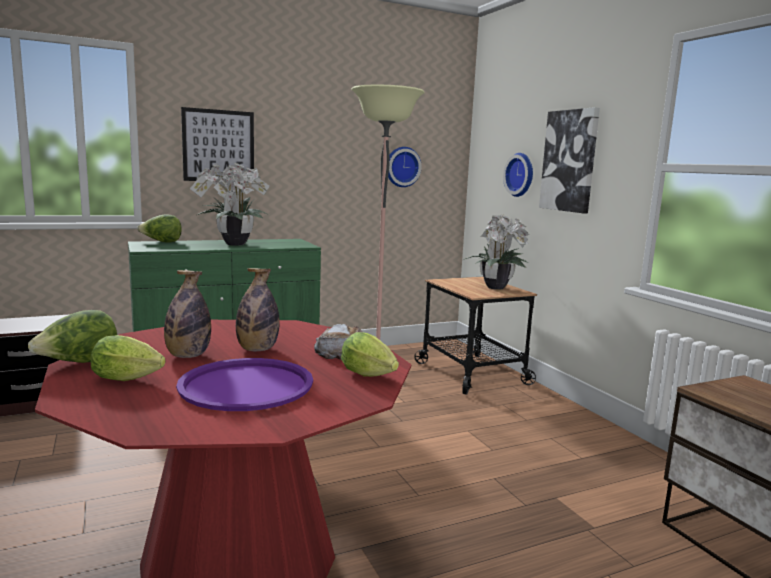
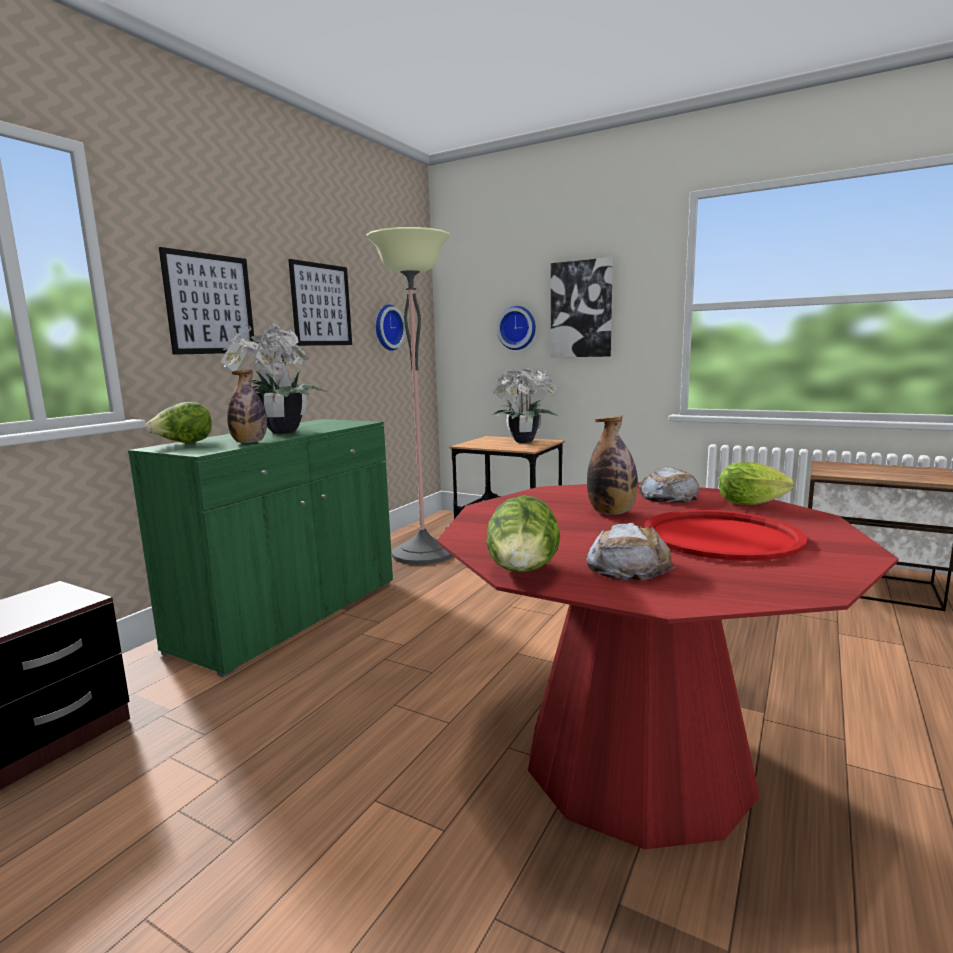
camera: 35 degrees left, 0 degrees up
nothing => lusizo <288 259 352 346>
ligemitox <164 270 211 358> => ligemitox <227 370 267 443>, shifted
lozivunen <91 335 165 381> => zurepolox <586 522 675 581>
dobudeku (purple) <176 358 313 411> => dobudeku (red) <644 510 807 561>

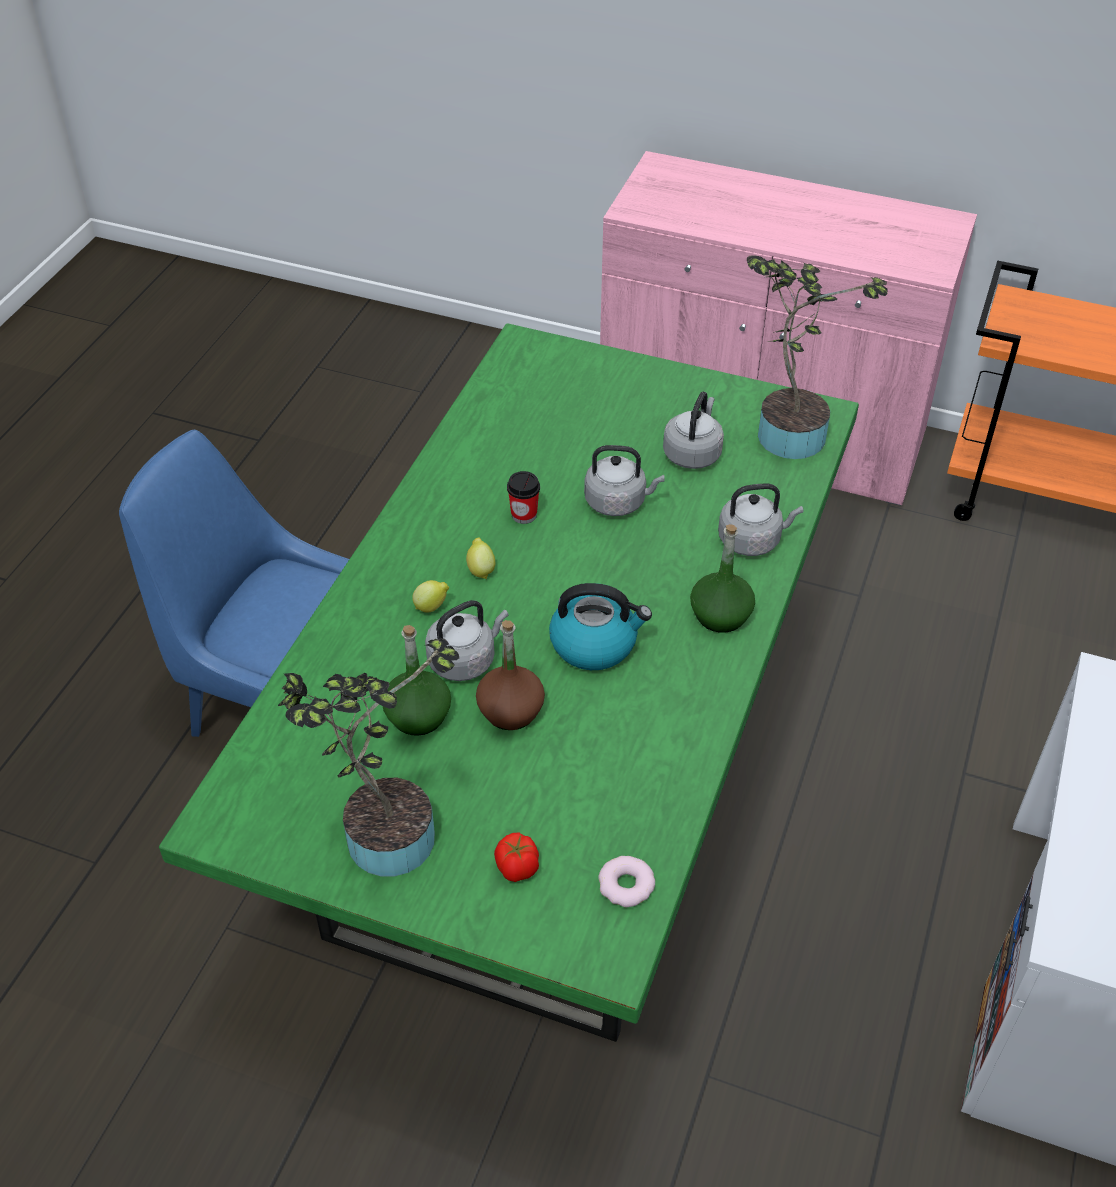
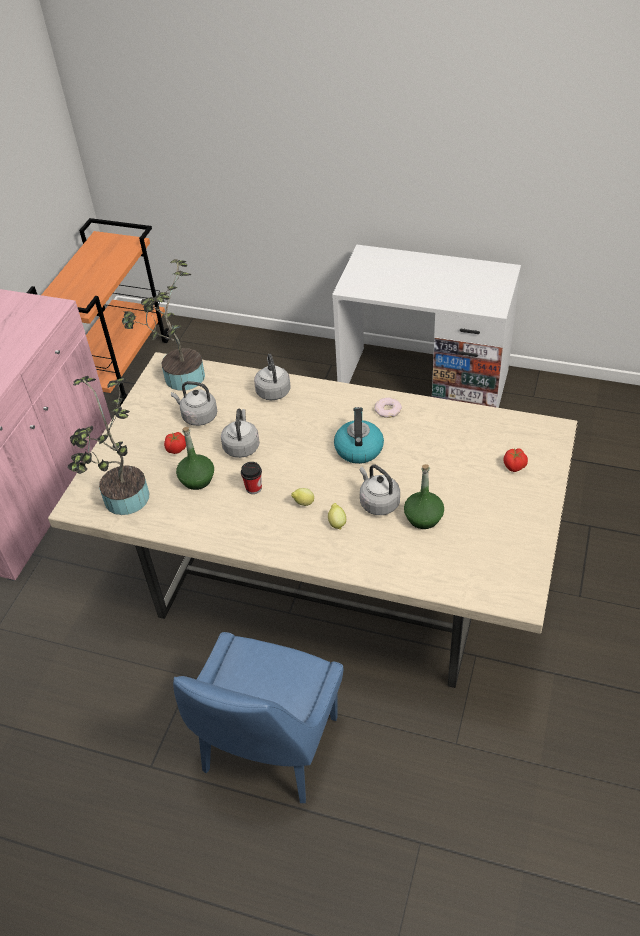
camera: 90 degrees left, 0 degrees up
ligemitox (brown) <476 620 545 730> => nothing
nothing => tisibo <164 432 186 454>
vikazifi <278 638 459 876> => vikazifi <68 376 149 515>, shifted
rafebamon <598 856 655 907> => rafebamon <374 397 402 418>, shifted
ligemitox (green) <690 524 755 633> => ligemitox (green) <176 427 214 490>, shifted
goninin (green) <159 323 859 1042> => goninin (beige) <48 352 578 688>

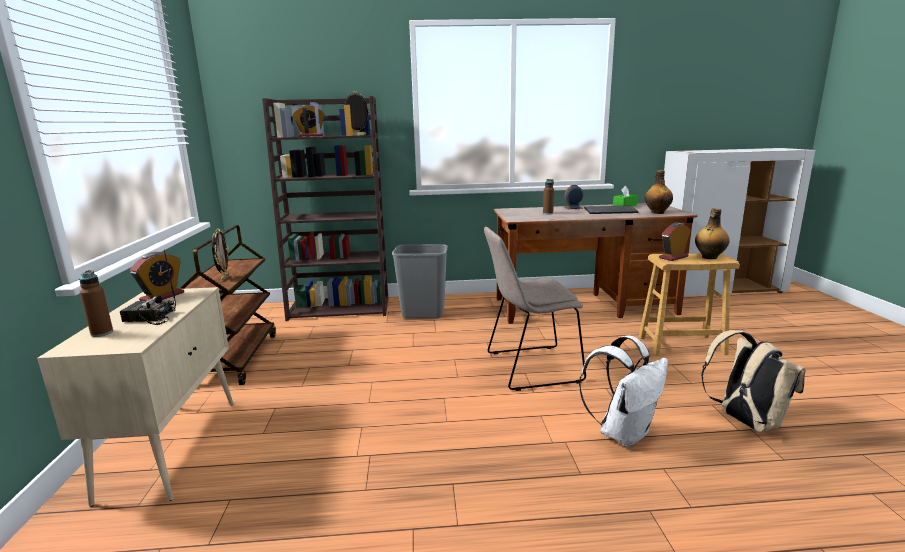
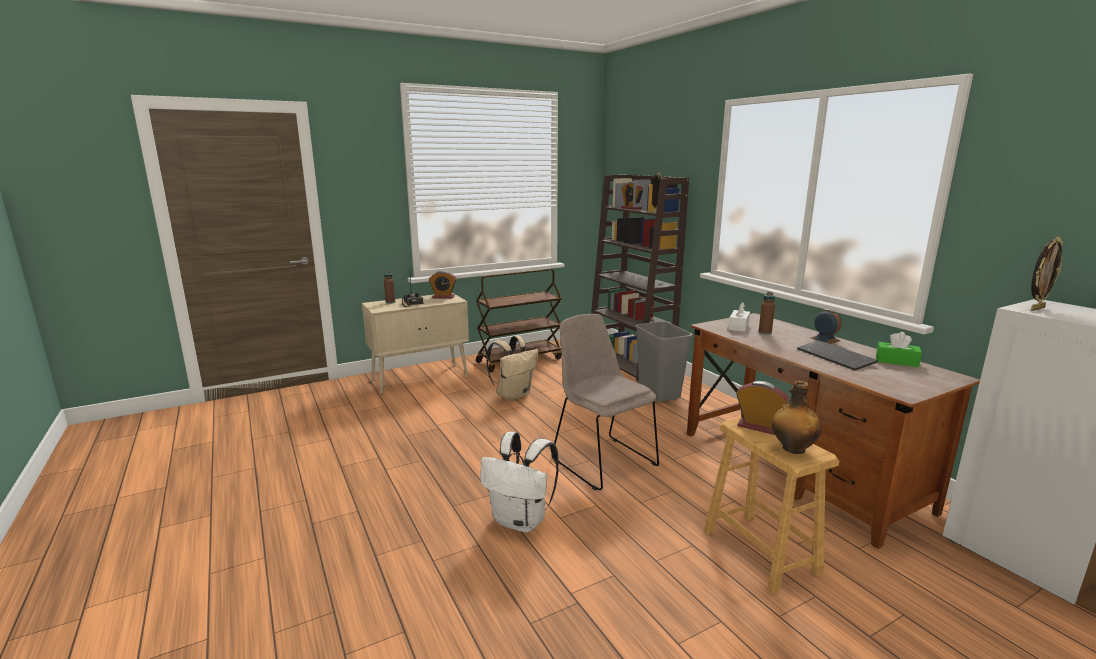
camera: 65 degrees right, 0 degrees up
ligemitox <645 170 673 214> => nothing
nothing => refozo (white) <728 302 750 332>
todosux <212 228 229 282> => todosux <1031 237 1063 311>, shifted
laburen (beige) <701 330 805 432> => laburen (beige) <487 335 539 401>, shifted

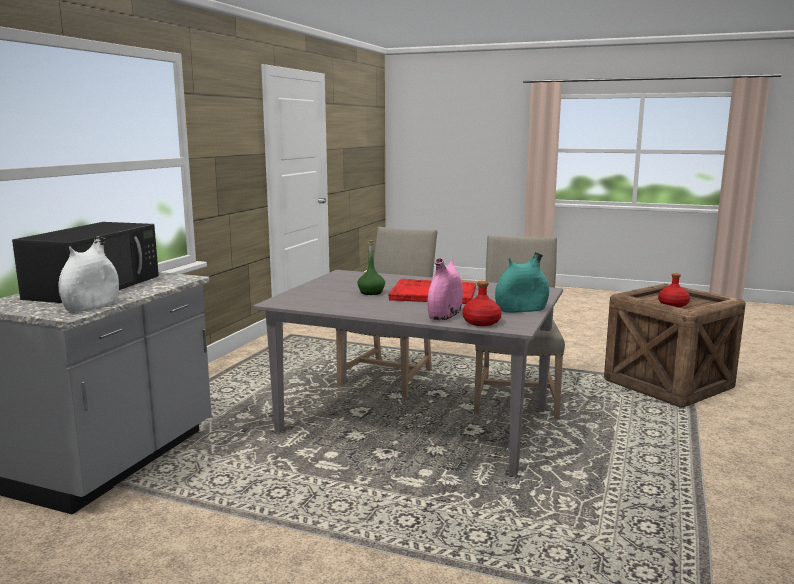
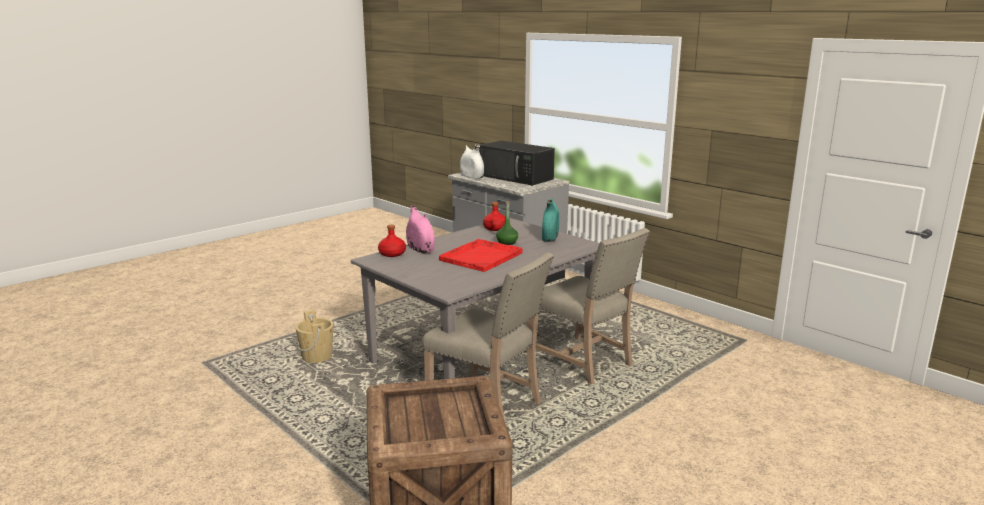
camera: 115 degrees right, 5 degrees up
nothing => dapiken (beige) <295 310 333 363>
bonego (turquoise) <495 252 549 313> => bonego (turquoise) <542 198 559 242>, shifted
ligemitox (red) <658 273 690 307> => ligemitox (red) <483 202 505 231>, shifted

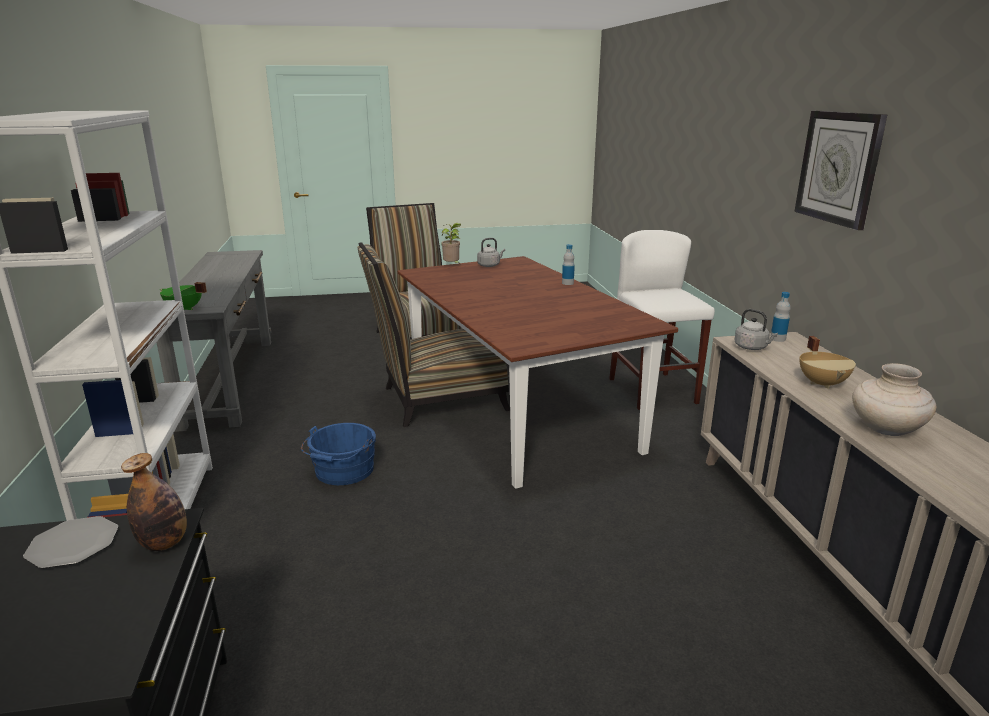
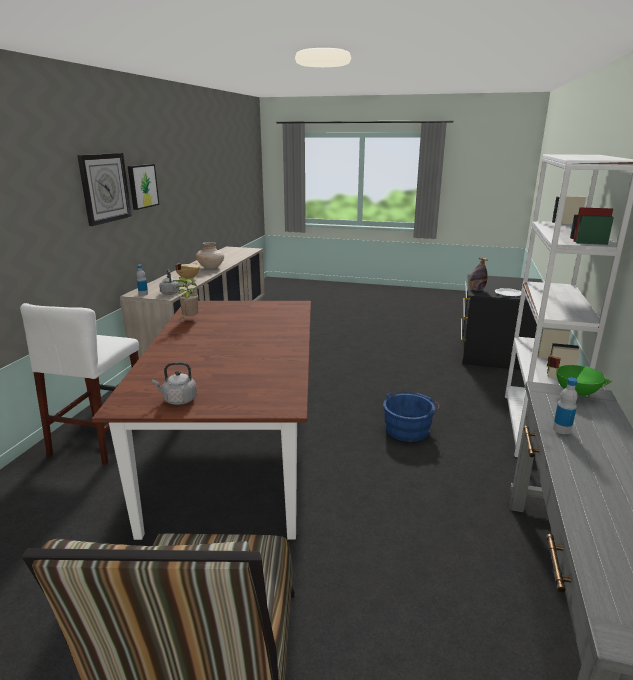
camera: 155 degrees left, 0 degrees up
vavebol <357 242 510 427> => nothing
nothing => lusizo <128 164 159 210>
vikazifi <442 223 461 263> => vikazifi <173 277 199 319>, shifted
ligemitox <562 244 575 285> => ligemitox <553 378 578 434>, shifted

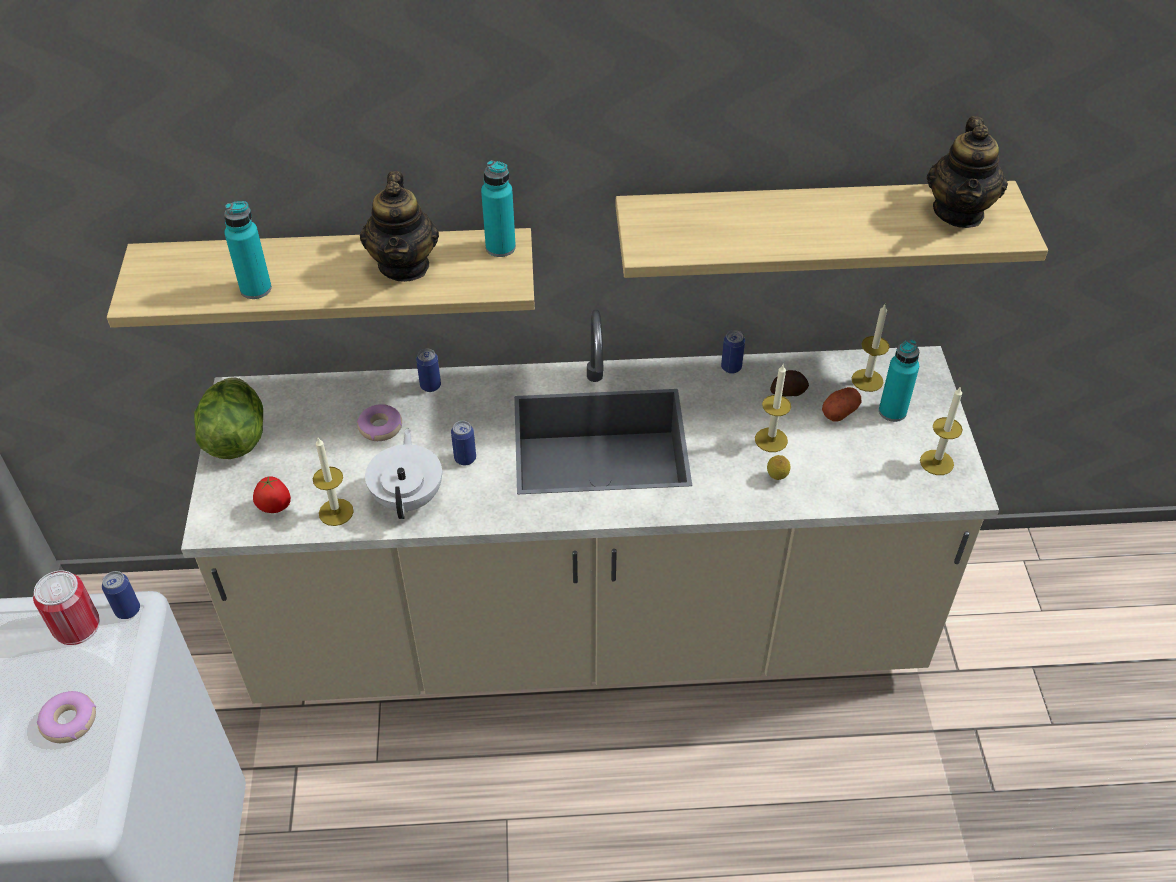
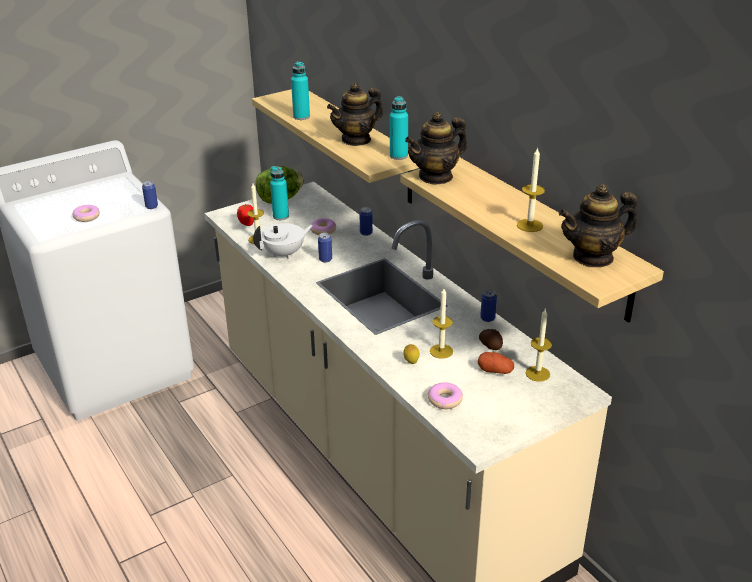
camera: 60 degrees right, 15 degrees down
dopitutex <33 570 100 645> => nothing
nothing => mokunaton <405 112 467 185>
nothing => rafebamon <428 382 463 409>
ligemitox (turquoise) <879 340 919 422> => ligemitox (turquoise) <270 166 289 220>, shifted
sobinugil <920 386 963 475> => sobinugil <517 147 545 232>, shifted

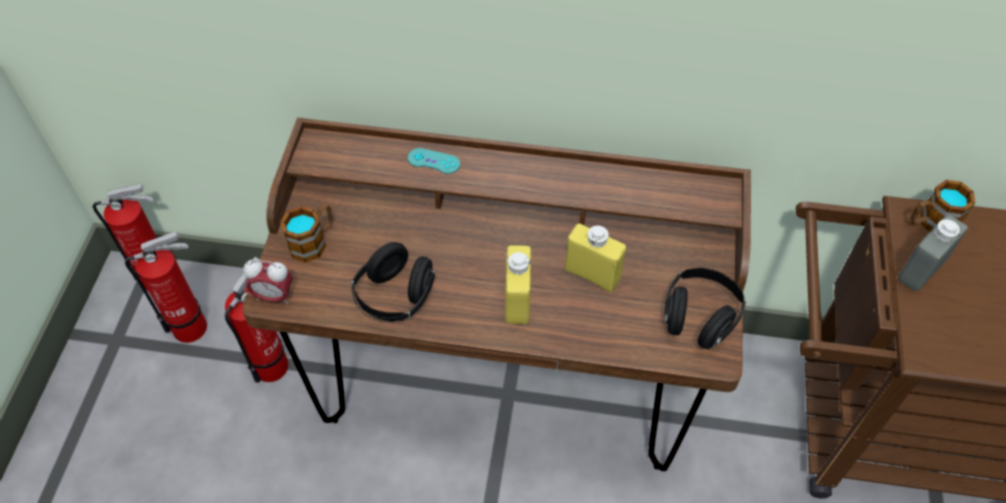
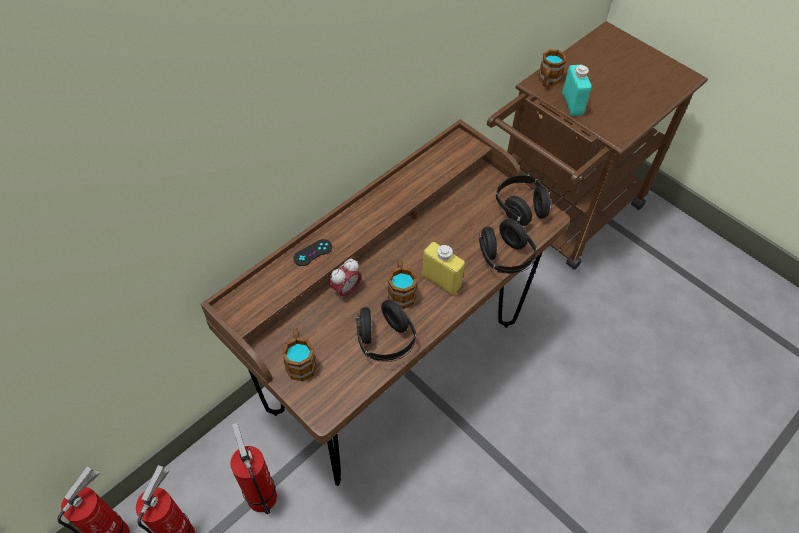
camera: 55 degrees left, 0 degrees up
ligemitox (yellow) <565 223 626 292> => nothing
nothing => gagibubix <388 259 418 309>
nothing => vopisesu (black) <479 219 537 274>
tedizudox <243 260 292 304> => tedizudox <329 259 362 300>, shifted
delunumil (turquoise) <408 148 460 174> => delunumil (black) <294 239 332 266>
ligemitox (grey) <898 215 968 291> => ligemitox (turquoise) <562 65 592 116>

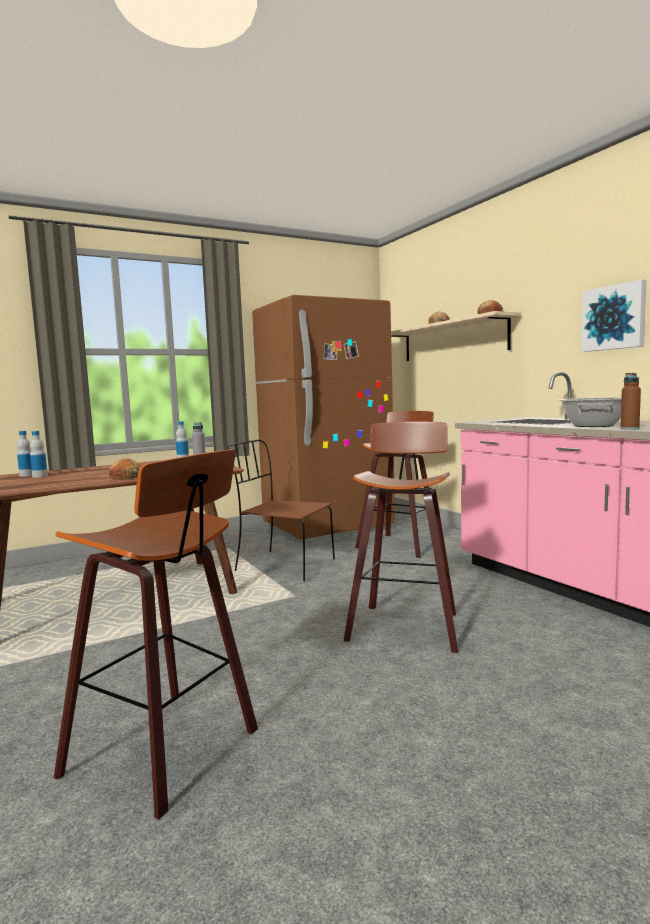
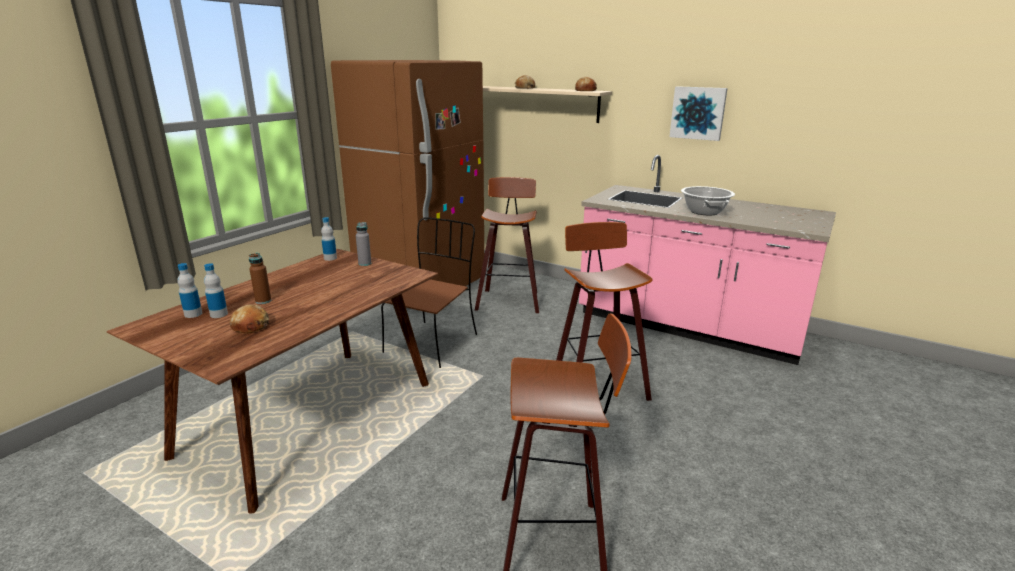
camera: 30 degrees left, 15 degrees up
zurepolox <109 458 140 480> => zurepolox <230 304 269 334>, shifted
ligemitox (brown) <620 373 641 430> => ligemitox (brown) <249 253 271 304>, shifted
vavebol (brown) <228 440 335 581> => vavebol (brown) <381 217 477 368>, 120 degrees clockwise

